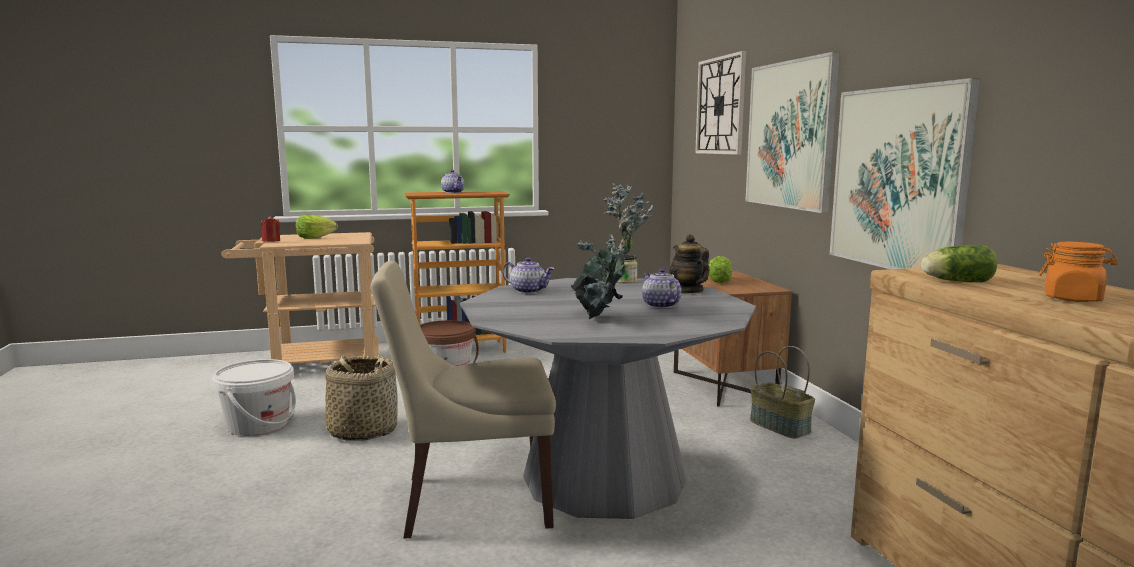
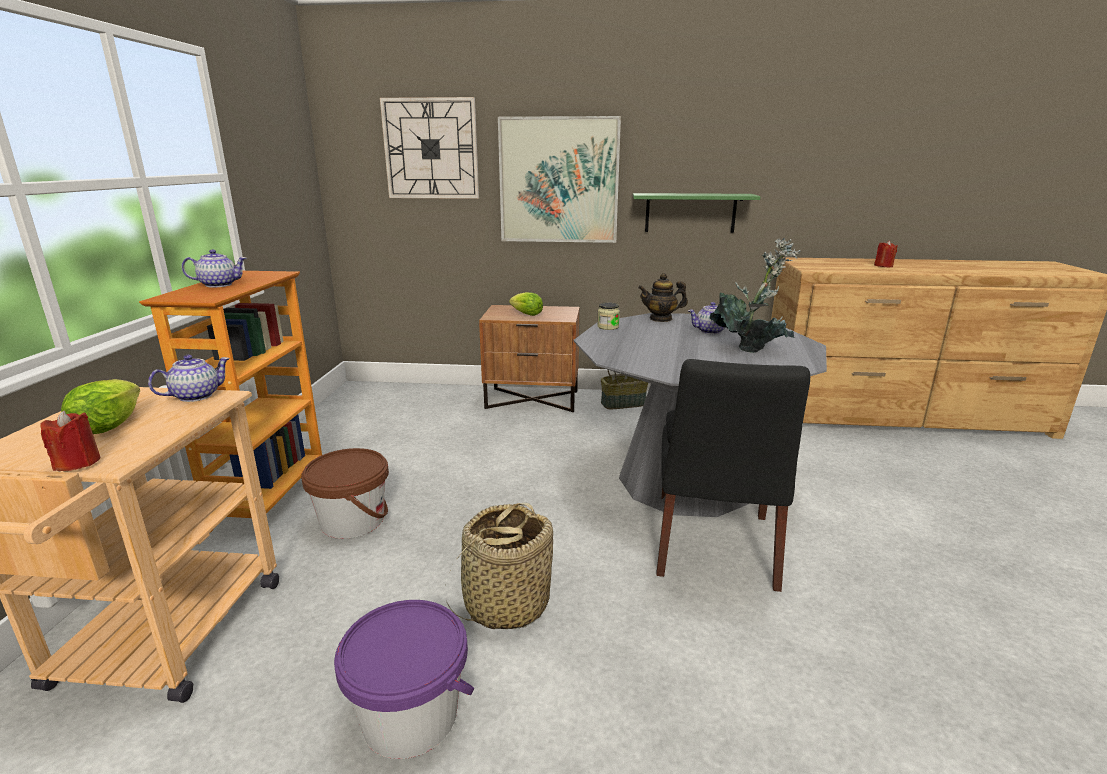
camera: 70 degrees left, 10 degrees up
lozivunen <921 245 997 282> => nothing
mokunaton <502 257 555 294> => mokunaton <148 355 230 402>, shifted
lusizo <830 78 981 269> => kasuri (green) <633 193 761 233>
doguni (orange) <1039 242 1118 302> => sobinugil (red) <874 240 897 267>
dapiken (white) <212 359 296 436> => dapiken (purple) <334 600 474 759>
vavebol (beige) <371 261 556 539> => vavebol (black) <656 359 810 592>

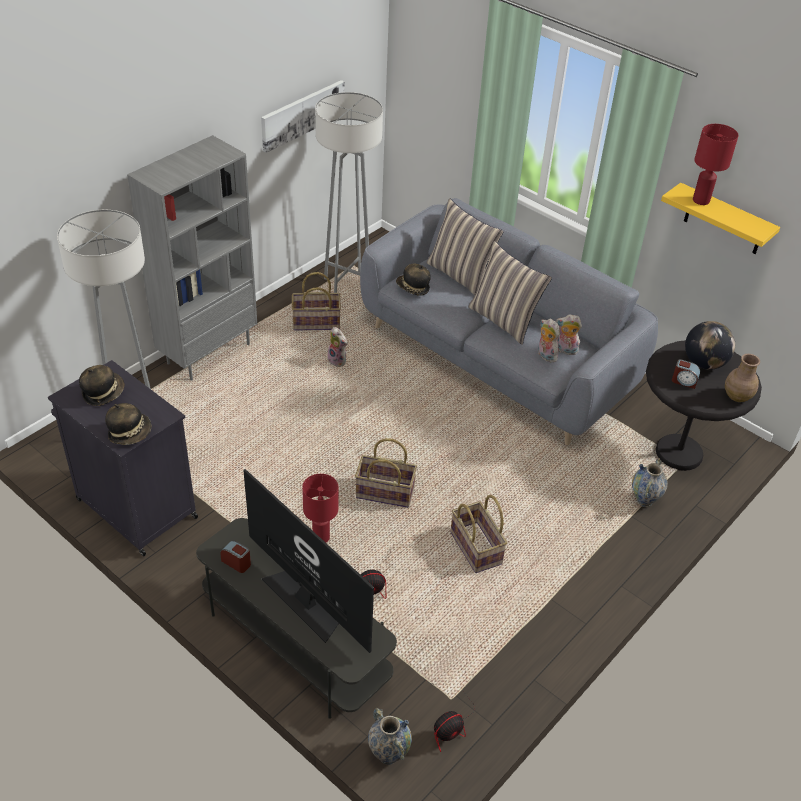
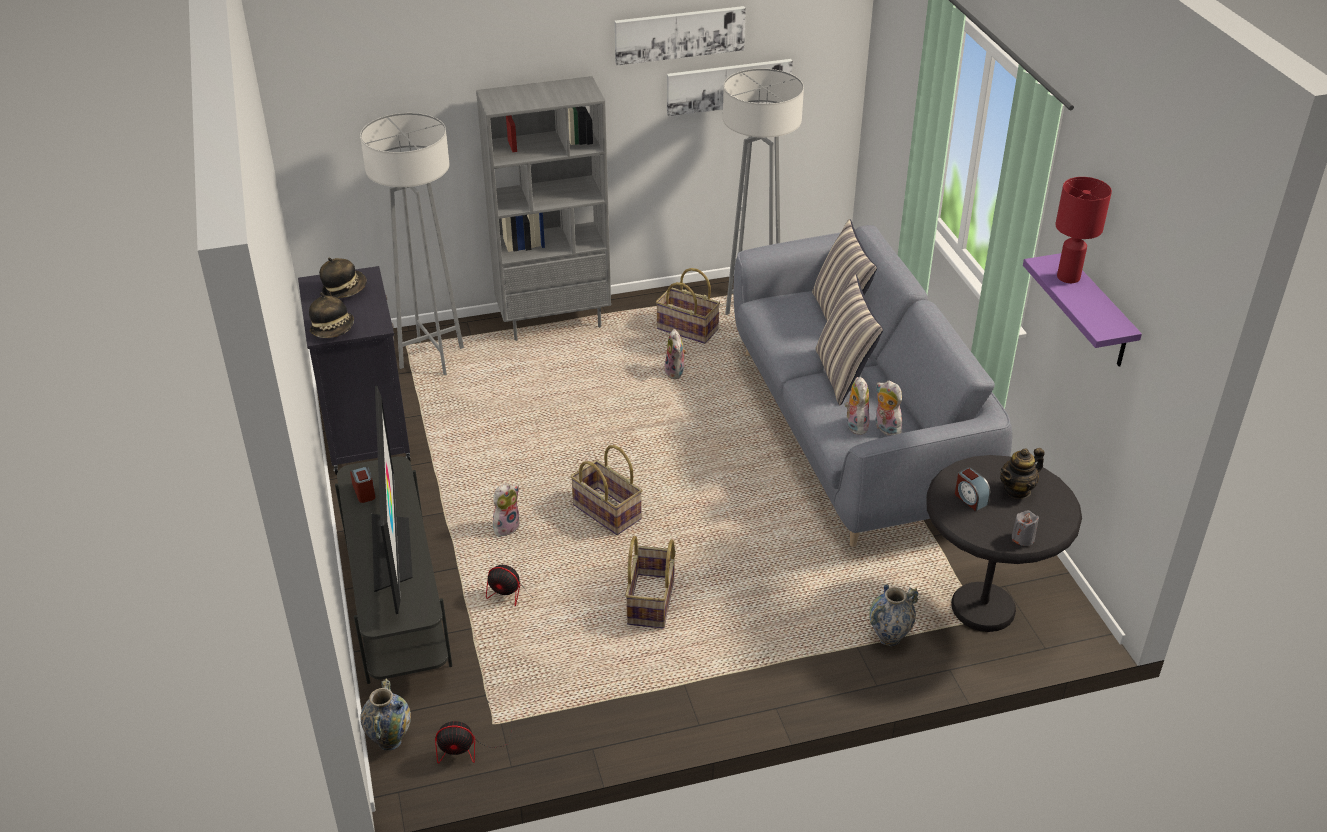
camera: 35 degrees right, 5 degrees down
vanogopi <396 264 431 296> => nothing
nothing => lusizo <614 6 746 66>
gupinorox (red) <302 474 339 543> => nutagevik <493 483 520 536>
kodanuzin <685 321 735 370> => mokunaton <1000 448 1045 499>
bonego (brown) <725 354 760 402> => sobinugil (grey) <1012 510 1039 546>
kasuri (yellow) <661 183 780 254> => kasuri (purple) <1023 253 1142 366>

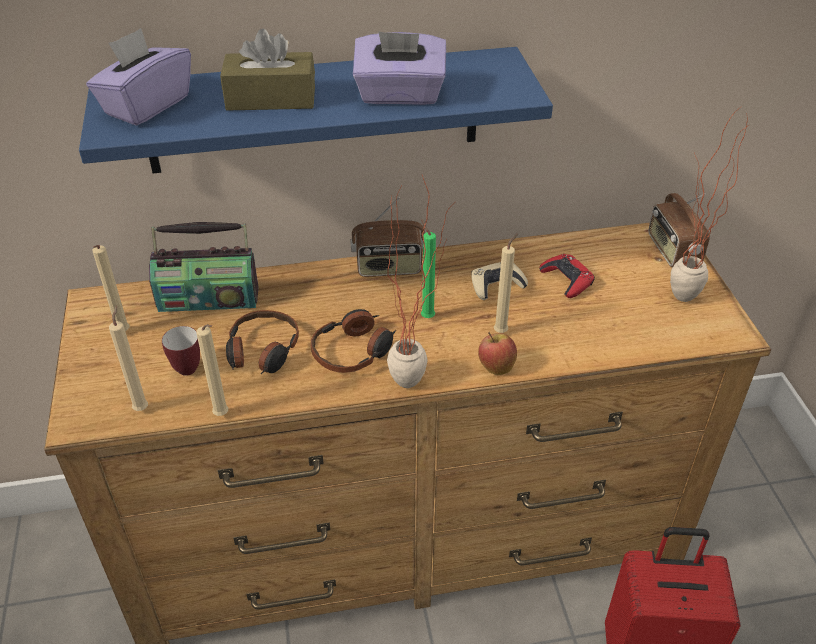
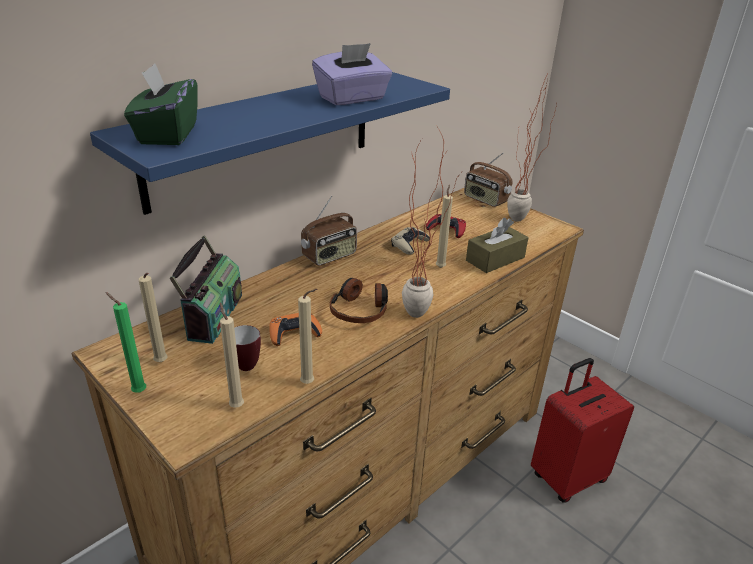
camera: 35 degrees left, 10 degrees down
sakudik <478 332 517 375> => nothing
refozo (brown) <220 29 315 111> => refozo (brown) <466 218 528 273>, shifted
sobinugil (green) <421 219 436 318> => sobinugil (green) <106 292 146 393>, shifted
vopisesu <226 310 299 374> => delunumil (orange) <269 313 322 346>
refozo (purple) <86 28 191 126> => refozo (green) <124 64 198 145>
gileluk <149 222 259 312> => gileluk <170 236 242 344>, 45 degrees counterclockwise

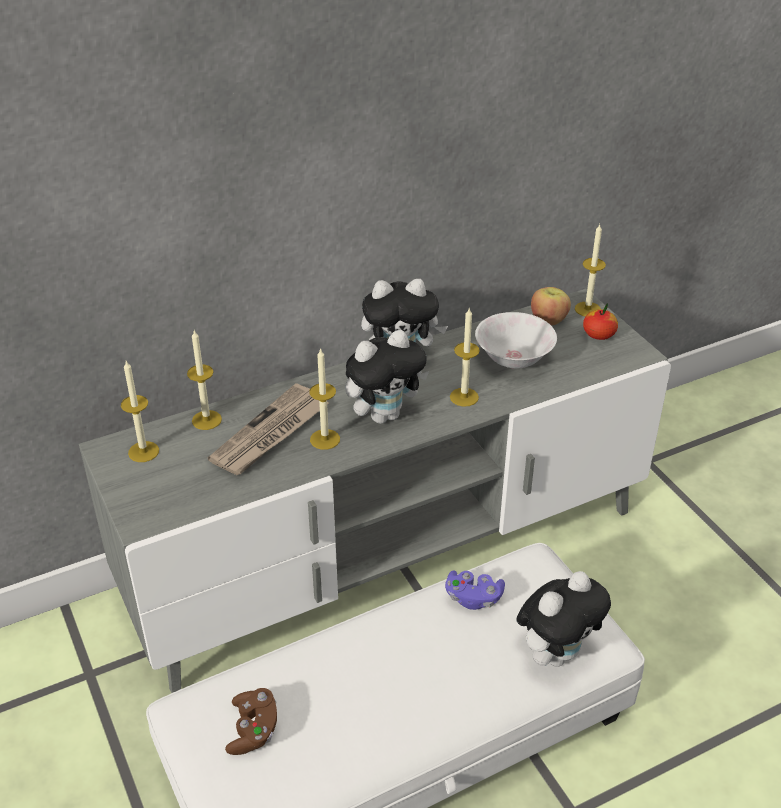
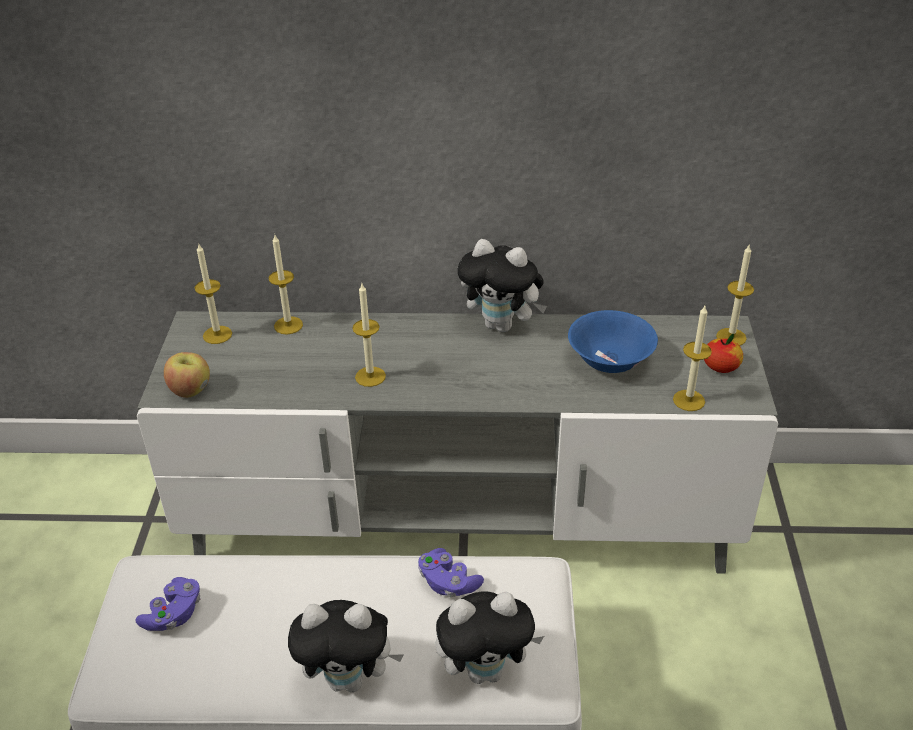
camera: 30 degrees right, 0 degrees up
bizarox <208 383 330 475> => nothing
nutagevik <345 330 429 424> => nutagevik <288 600 404 692>, shifted
sobinugil <450 308 480 407> => sobinugil <673 306 712 411>, shifted
sakudik <531 287 571 325> => sakudik <164 352 210 398>, shifted
delunumil (brown) <225 688 277 755> => delunumil (purple) <135 577 200 631>
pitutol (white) <475 312 557 369> => pitutol (blue) <568 310 658 373>

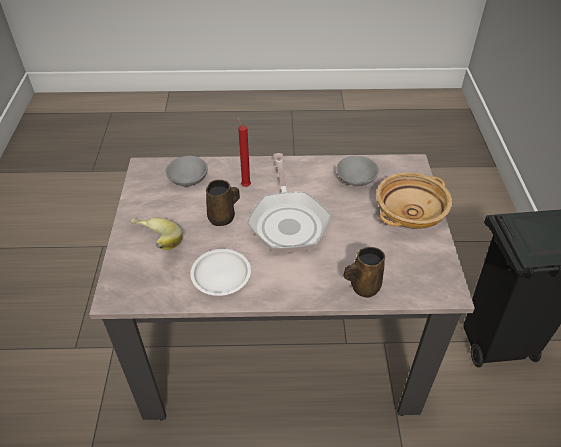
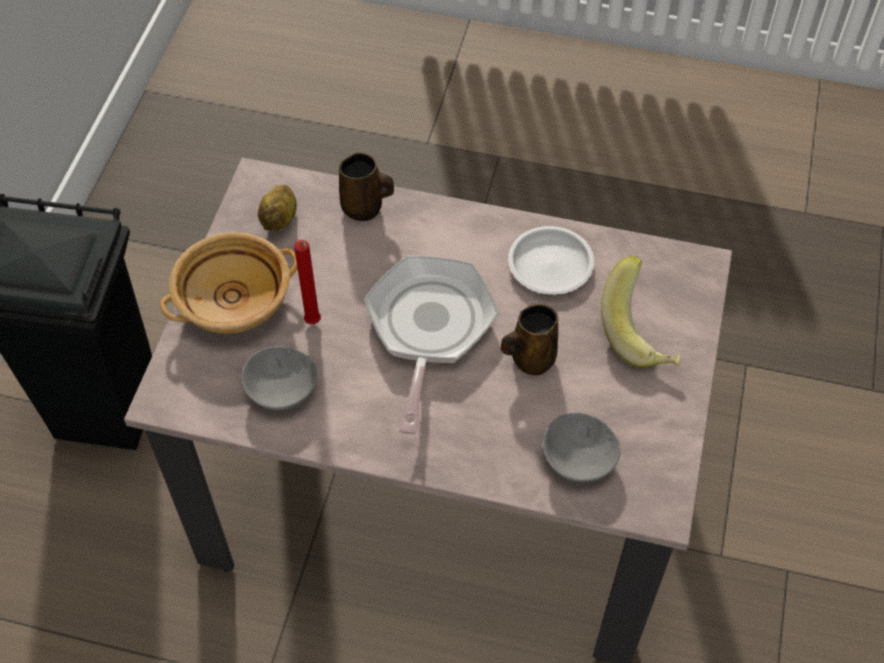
camera: 165 degrees left, 10 degrees up
nothing => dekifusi <258 185 297 231>
sobinugil (red) <237 117 251 187> => sobinugil (red) <294 240 321 324>, shifted

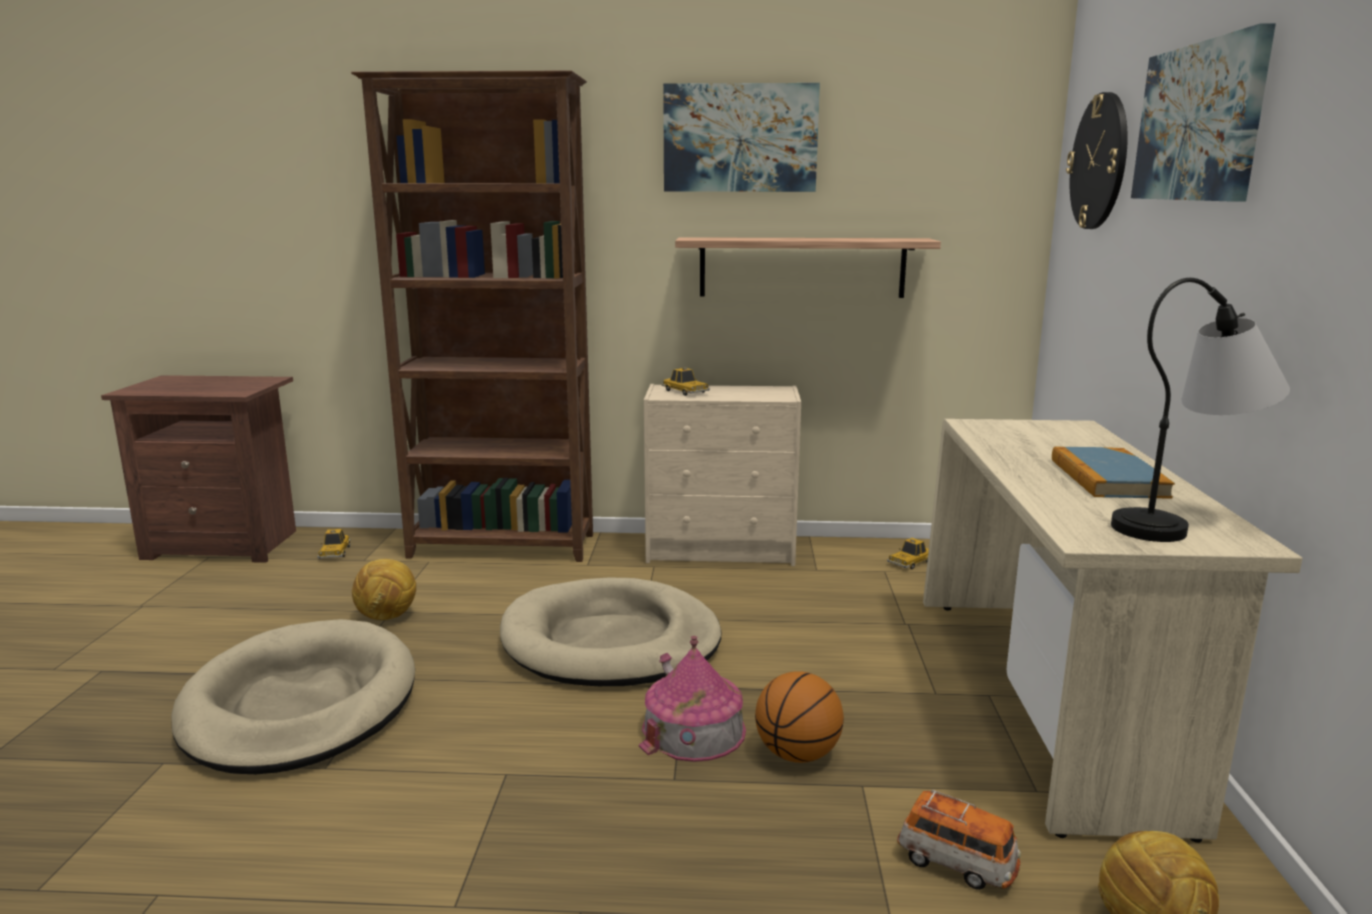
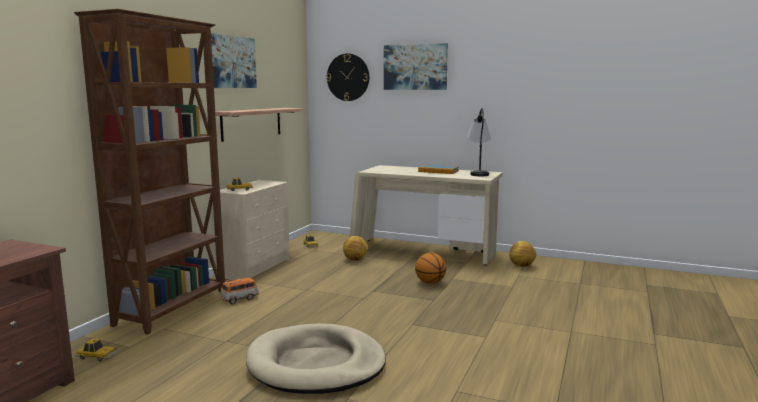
camera: 70 degrees left, 5 degrees down
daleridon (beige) <500 578 722 686> => nothing
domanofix <639 636 746 762> => nothing
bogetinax <352 559 416 620> => bogetinax <343 236 368 261>, shifted
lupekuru <897 790 1021 890> => lupekuru <220 278 259 304>, shifted

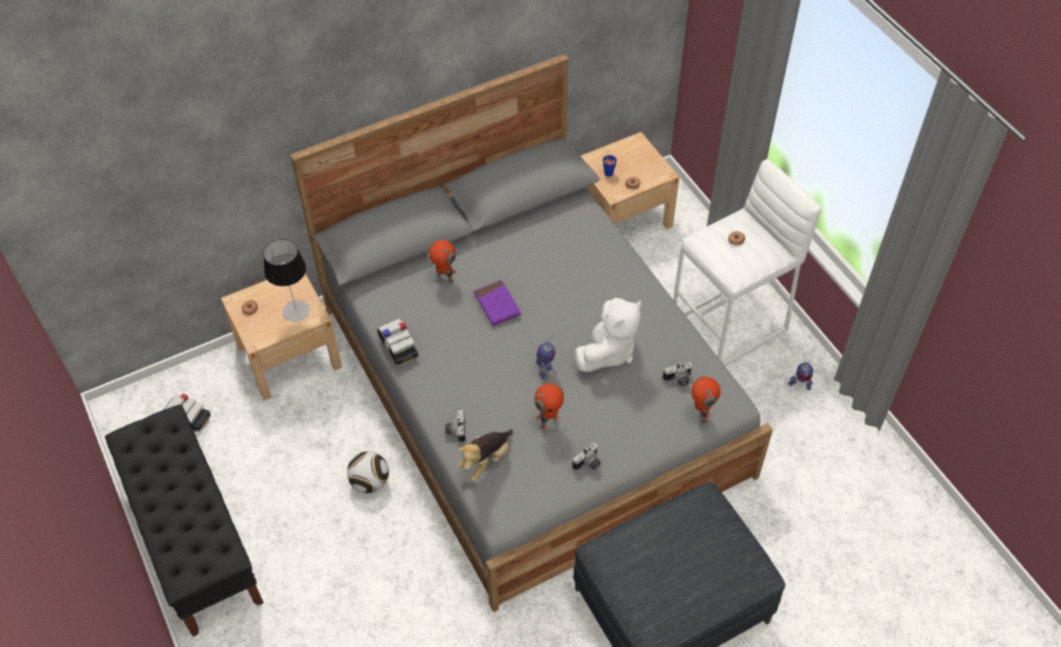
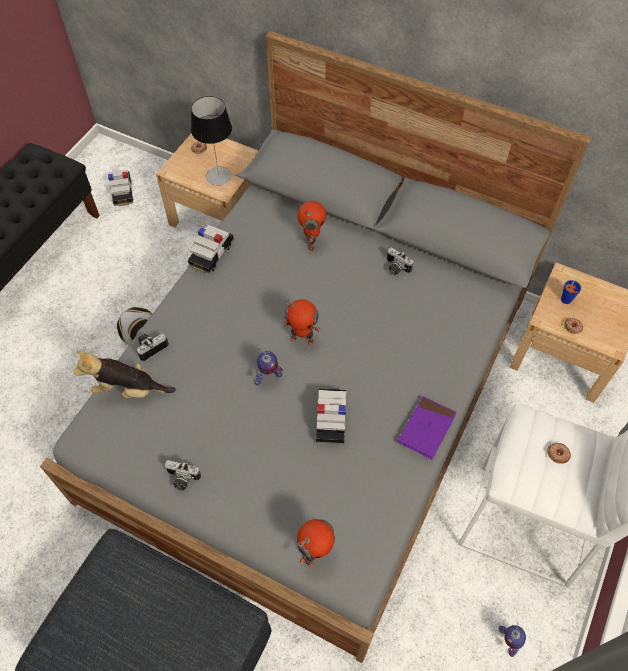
camera: 55 degrees right, 5 degrees up
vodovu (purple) <474 280 521 326> => vodovu (purple) <397 396 457 460>, shifted
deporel <535 383 564 430> => deporel <283 297 321 345>, shifted
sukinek <663 362 692 387> => sukinek <387 247 413 275>, shifted
nutagevik (white) <575 298 641 372> => lupekuru <316 389 346 444>

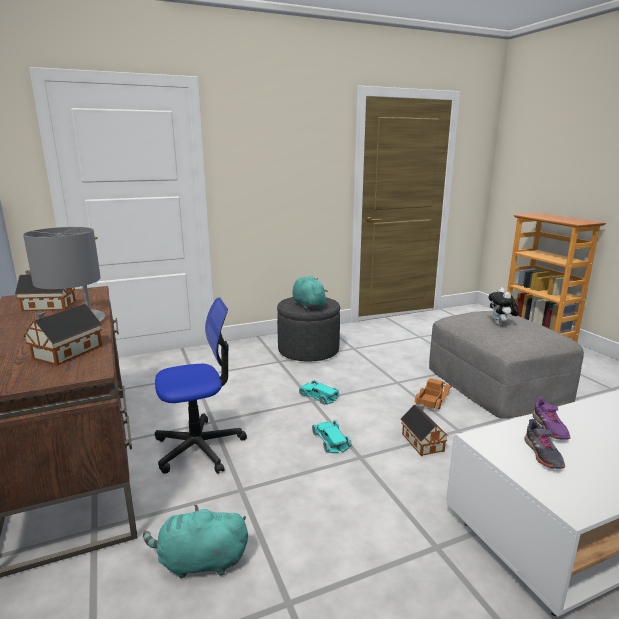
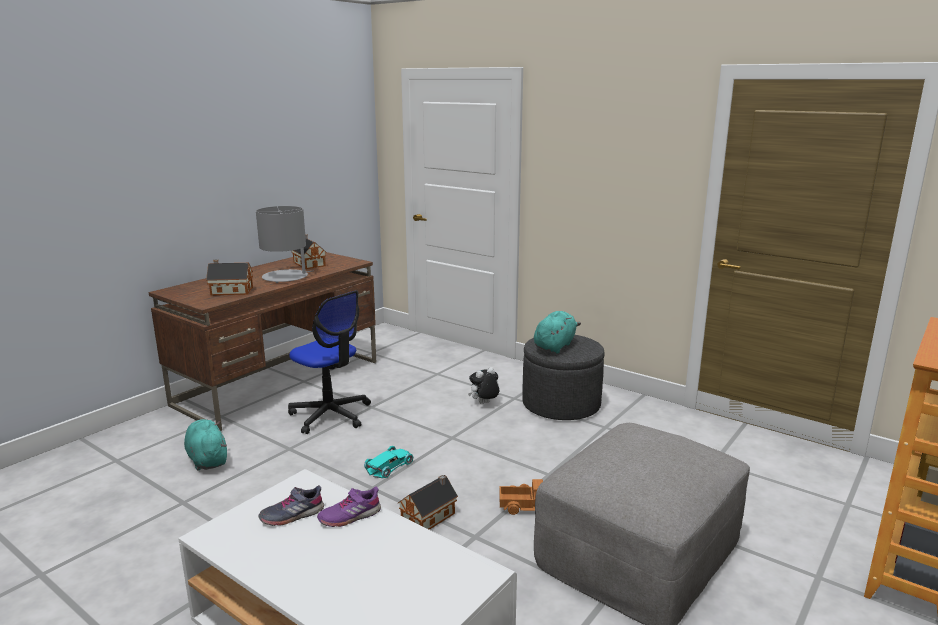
camera: 60 degrees right, 0 degrees up
lupekuru (turquoise) <299 380 339 404> => nothing
nutagevik <488 287 519 325> => nutagevik <468 367 499 404>, shifted

